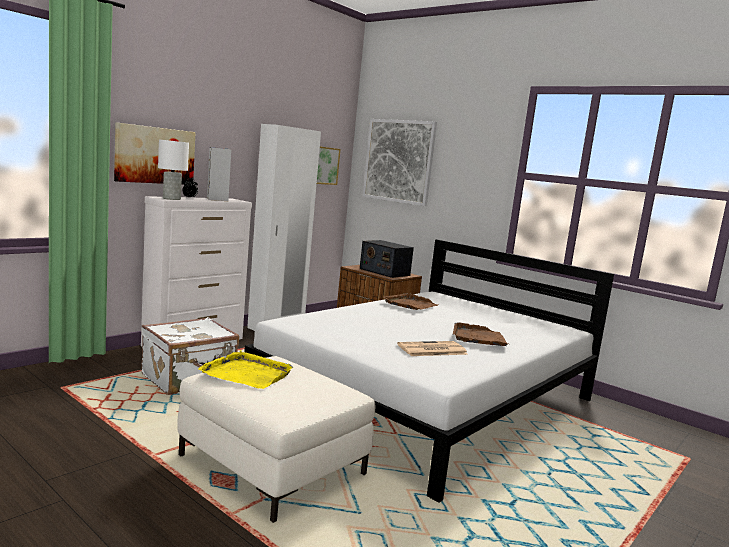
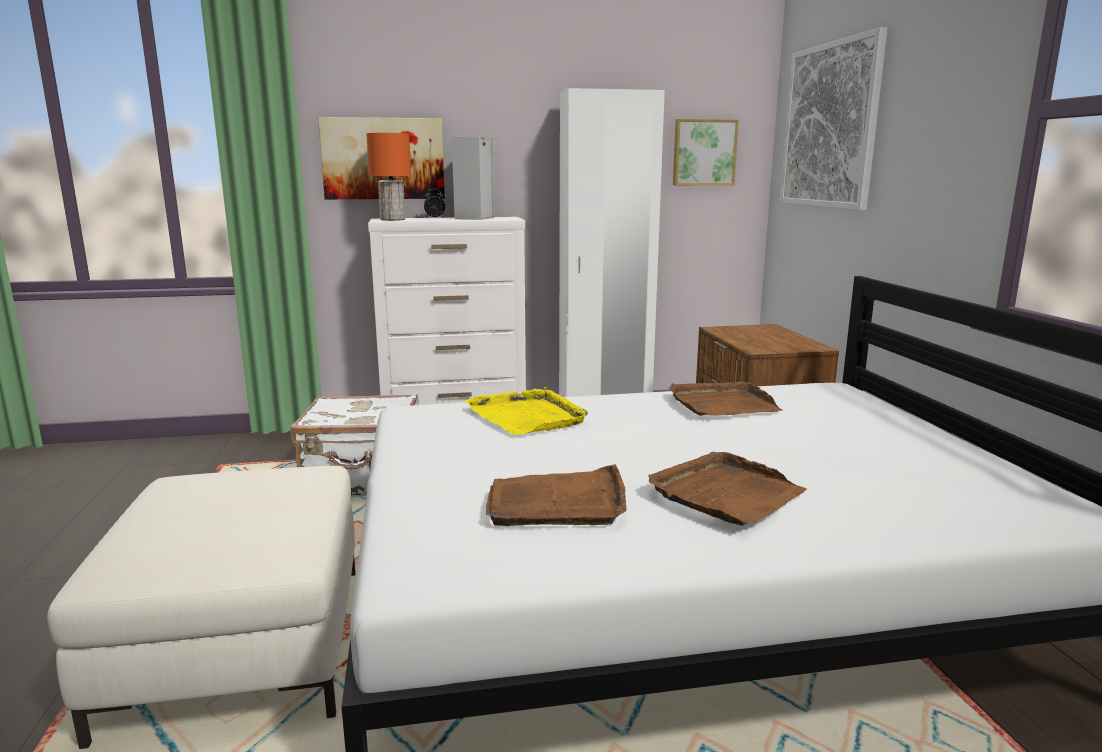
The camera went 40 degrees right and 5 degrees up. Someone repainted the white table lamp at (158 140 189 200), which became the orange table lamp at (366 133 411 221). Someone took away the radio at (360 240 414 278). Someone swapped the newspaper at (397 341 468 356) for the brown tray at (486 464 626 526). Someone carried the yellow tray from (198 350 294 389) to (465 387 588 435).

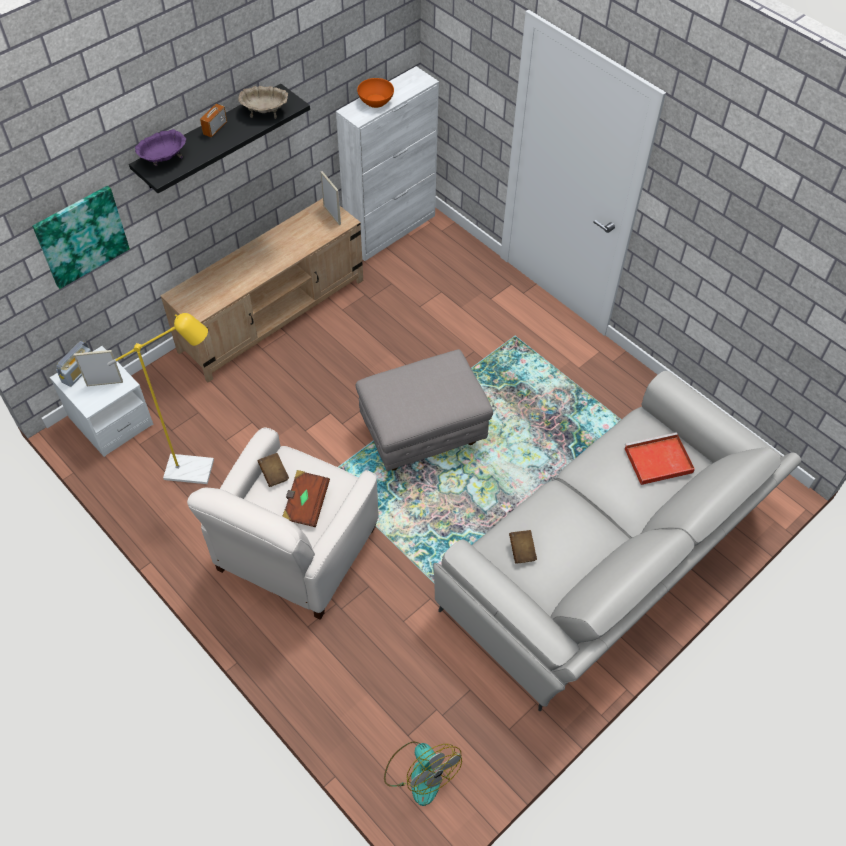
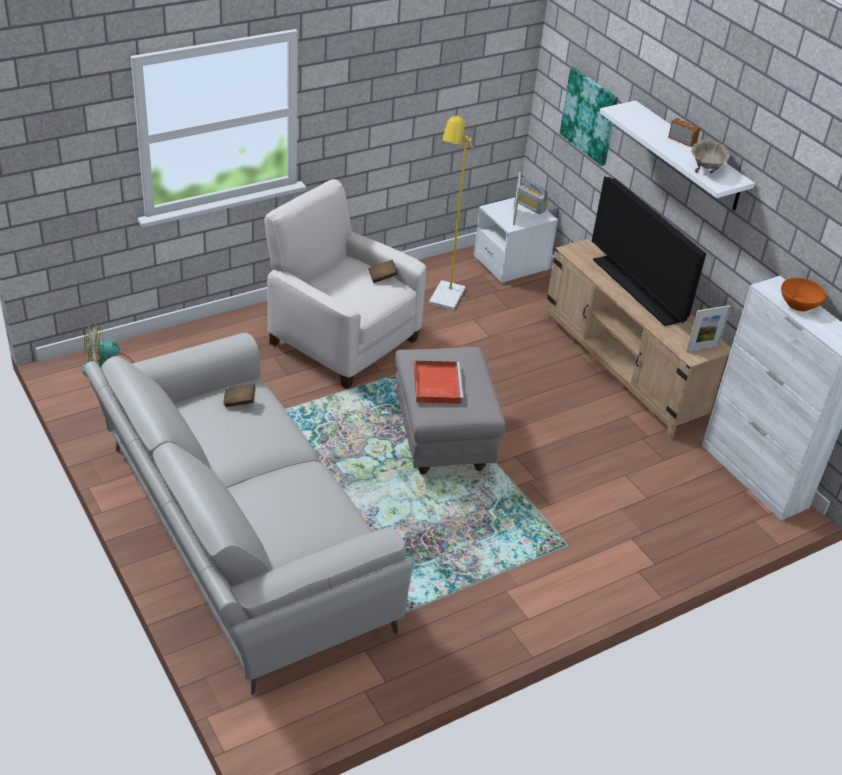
The camera went 100 degrees right and 15 degrees down. Someone repainted the black shelf at (129 84 310 193), which became the white shelf at (600 100 755 211). Someone took away the purple bowl at (135 129 186 166). Someone carried the red tray from (624 432 695 485) to (414 360 464 404). Someone took away the brown book at (282 470 330 527). Someone put down the television at (592 176 706 326).

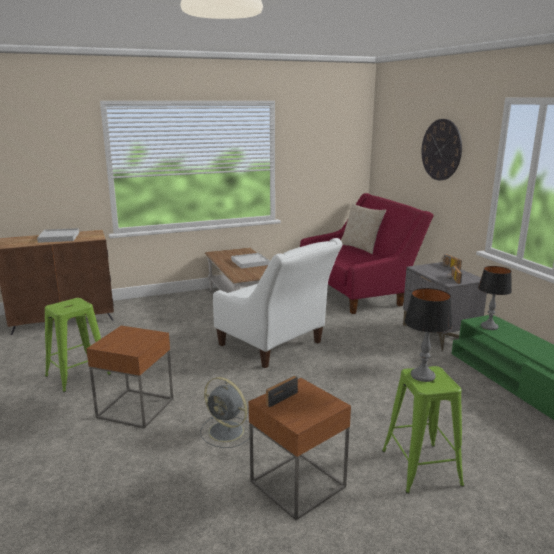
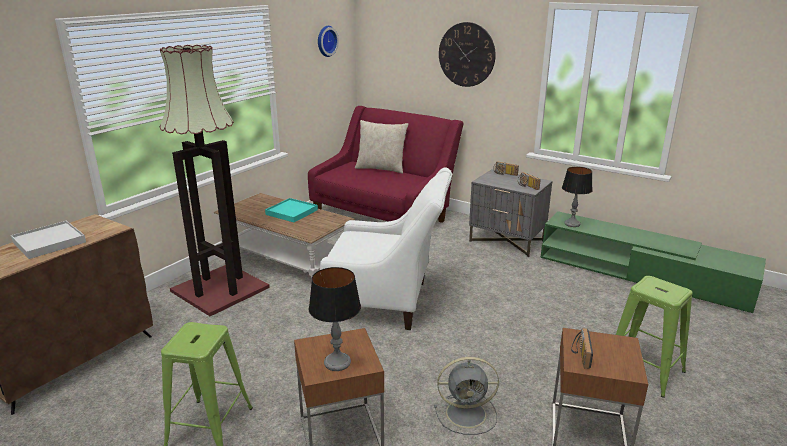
The camera went 35 degrees left and 5 degrees up. Someone repainted the white tray at (231 253 270 269), which became the turquoise tray at (265 198 318 222). Someone carried the table lamp from (405 288 452 382) to (309 267 361 371). Someone put up the wall clock at (318 26 339 57). Someone put down the floor lamp at (159 45 270 316).

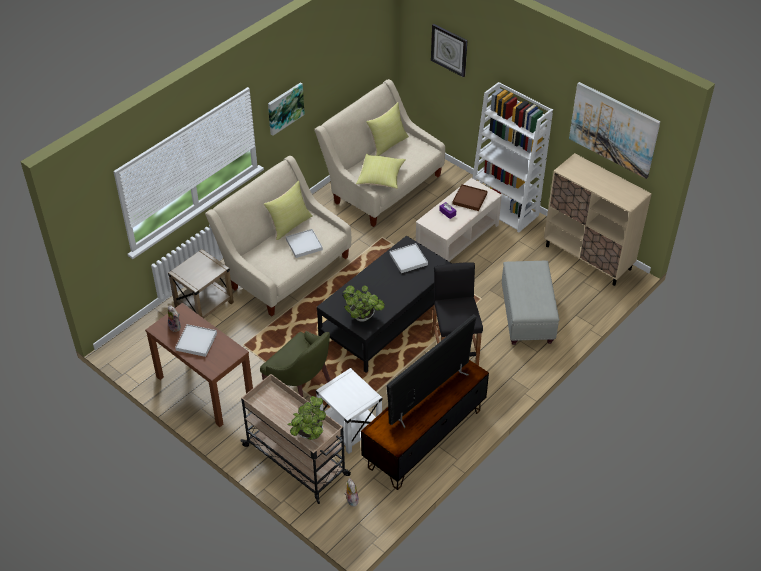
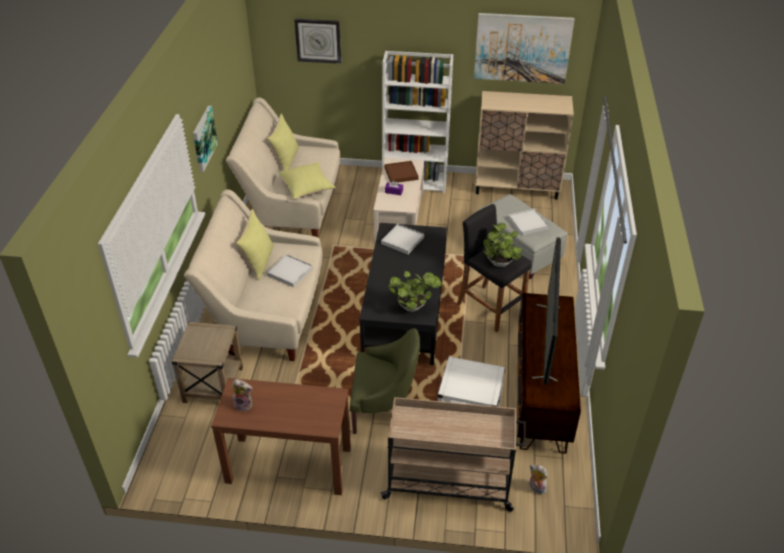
The camera went 35 degrees left and 5 degrees down. Someone carried the white tray from (175 324 217 357) to (508 208 549 236). Someone carried the potted plant from (287 396 326 440) to (483 223 522 267).

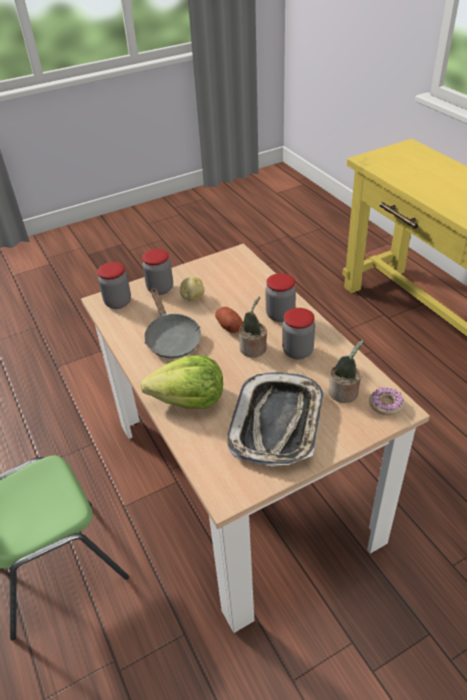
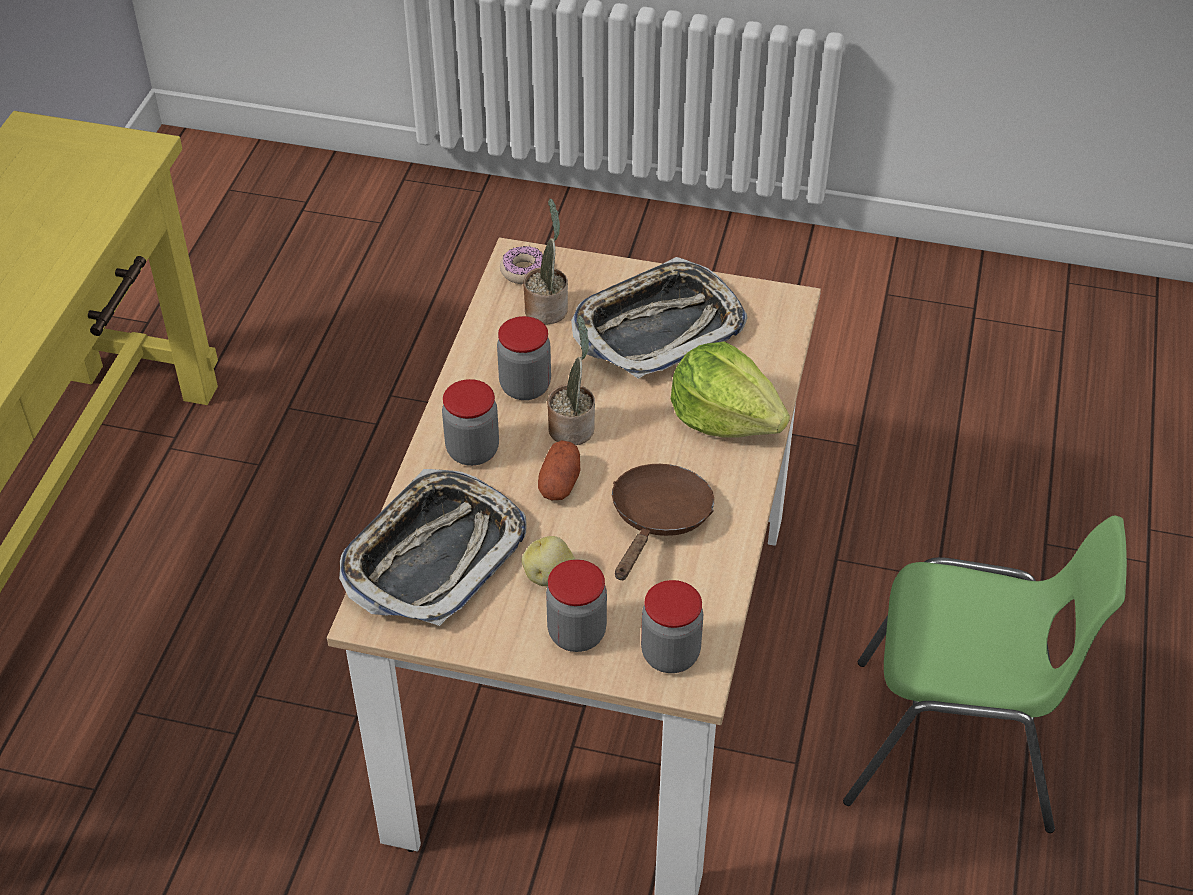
The camera went 140 degrees left and 5 degrees up. Someone repainted the grey frying pan at (144 288 201 359), which became the brown frying pan at (612 464 714 580). Someone put down the tray at (339 469 527 626).

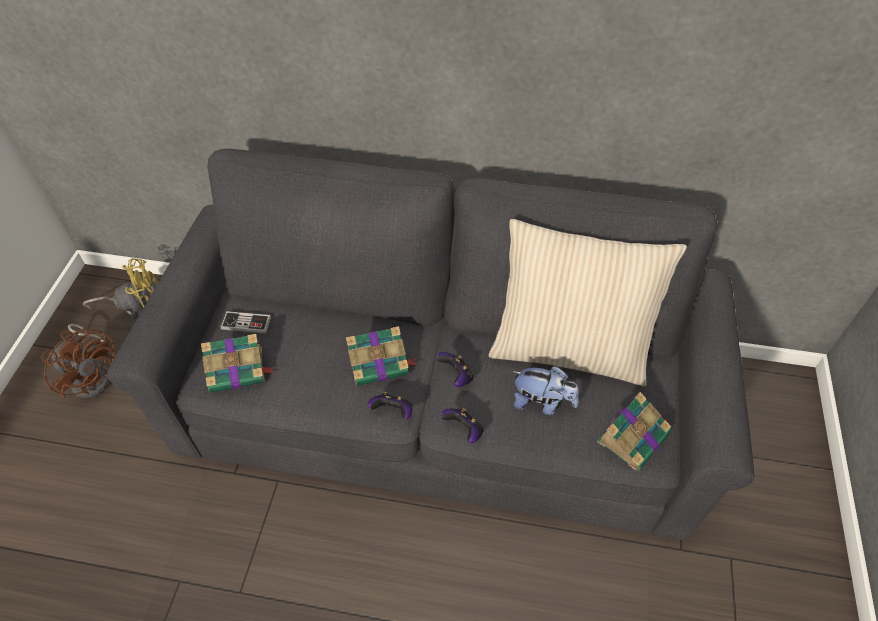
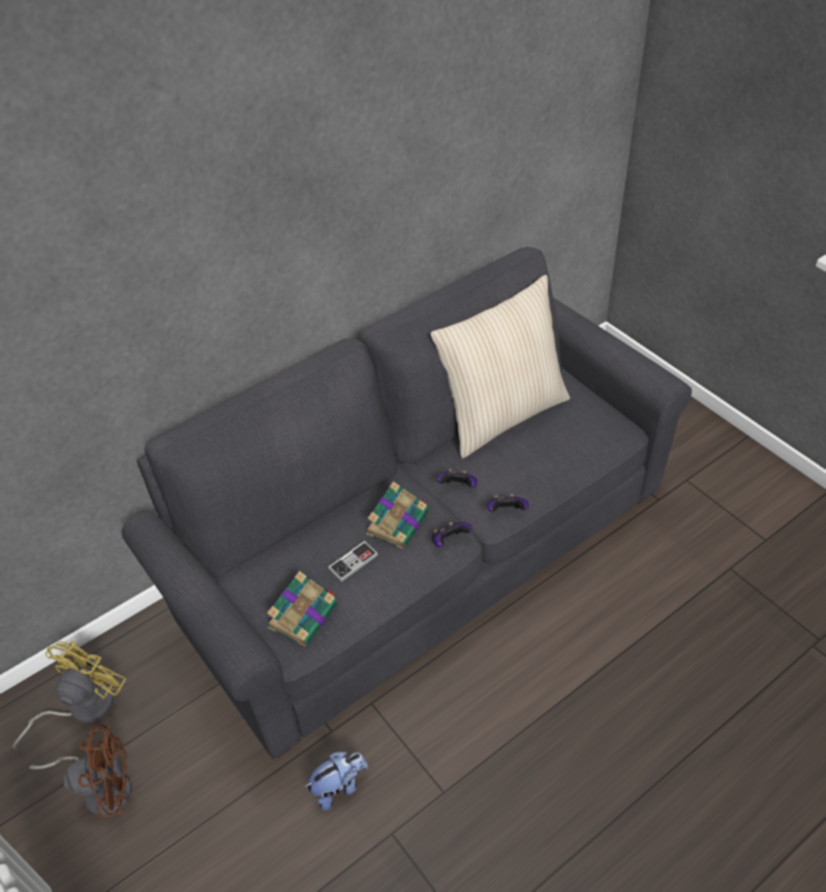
The camera went 45 degrees left and 5 degrees down. Someone carried the game controller from (221 311 271 333) to (328 541 378 582). Someone carried the plush toy from (512 366 579 415) to (304 751 368 811). Someone took away the book at (597 392 672 470).

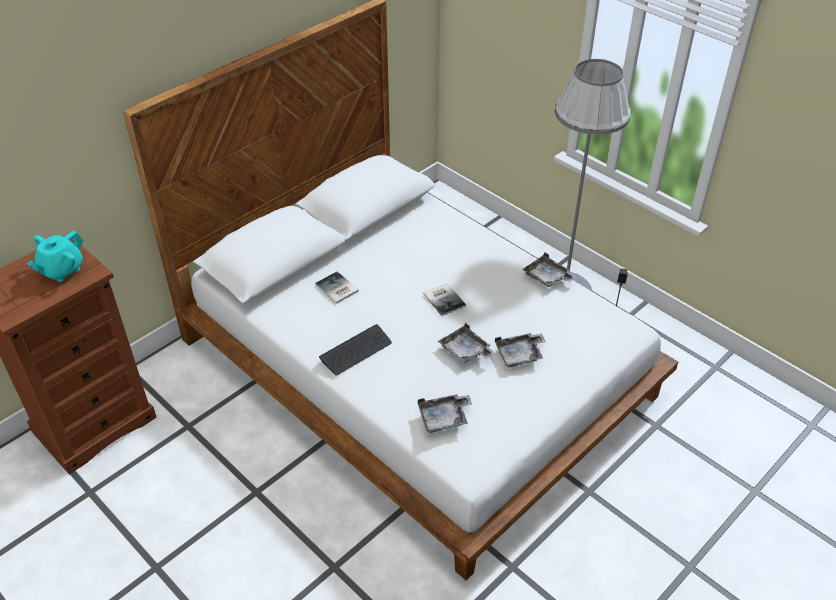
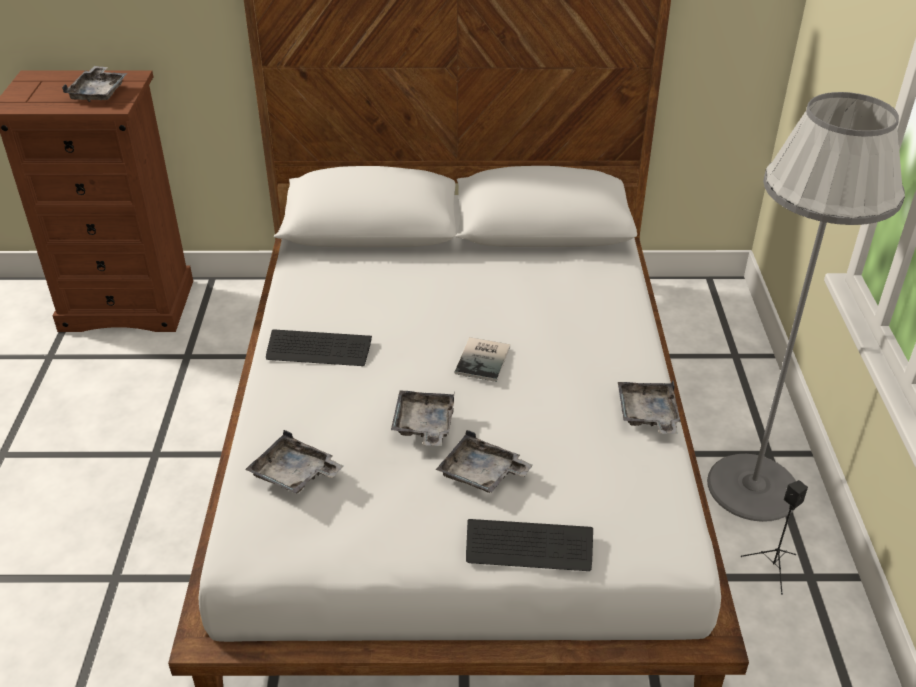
The camera went 45 degrees right and 5 degrees down. Someone swapped the turquoise teapot at (27 230 84 282) for the grey tray at (62 66 128 102). Someone took away the book at (315 271 359 304). Someone put down the keyboard at (466 519 593 571).

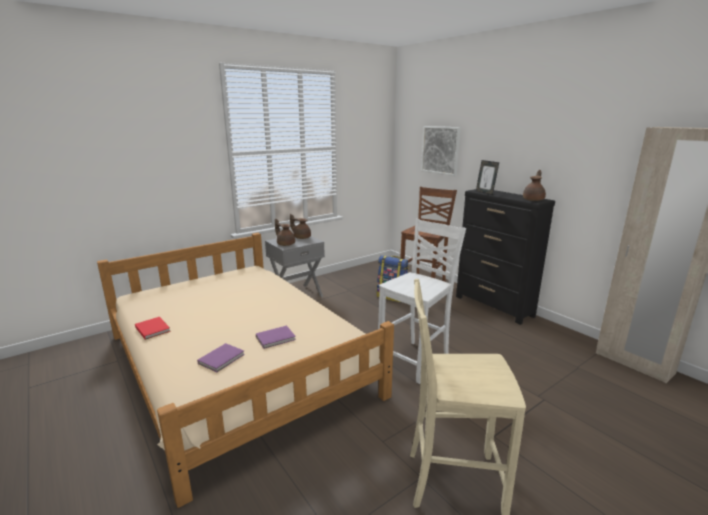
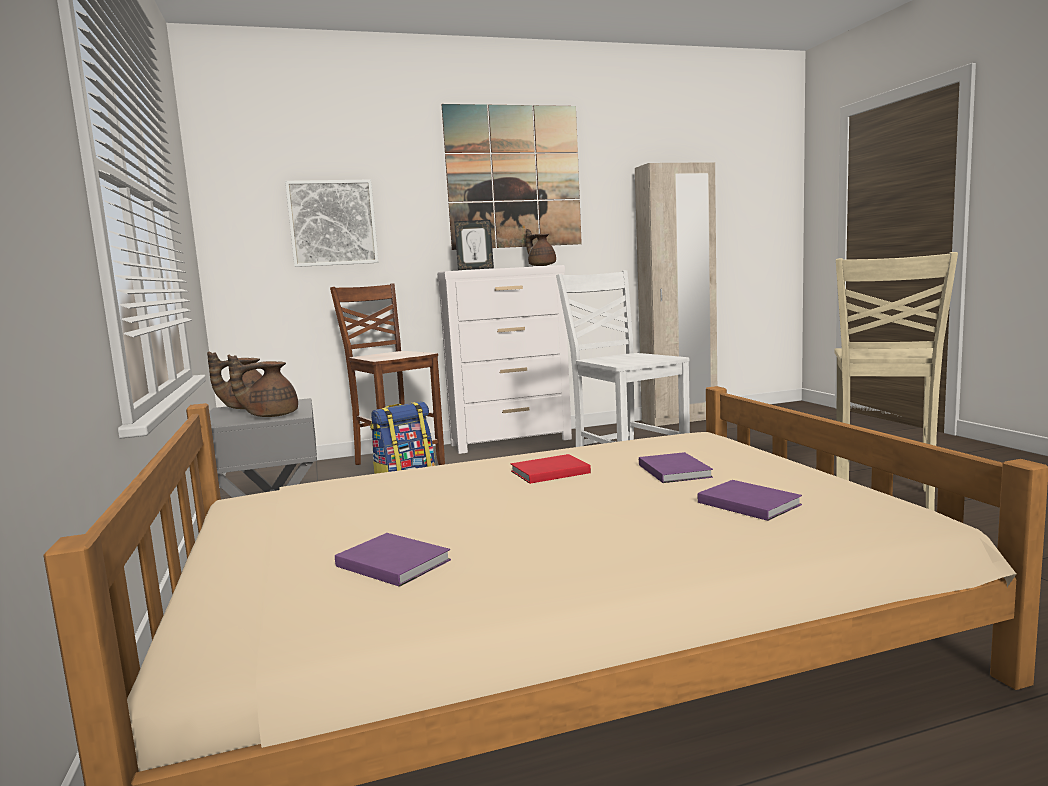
The camera went 70 degrees left and 10 degrees down. Someone repainted the black dresser at (456 189 555 325), which became the white dresser at (437 265 572 454). Someone carried the red book from (135 317 171 340) to (511 454 591 484). Someone put up the picture at (441 104 582 250). Someone put down the purple book at (335 533 451 587).

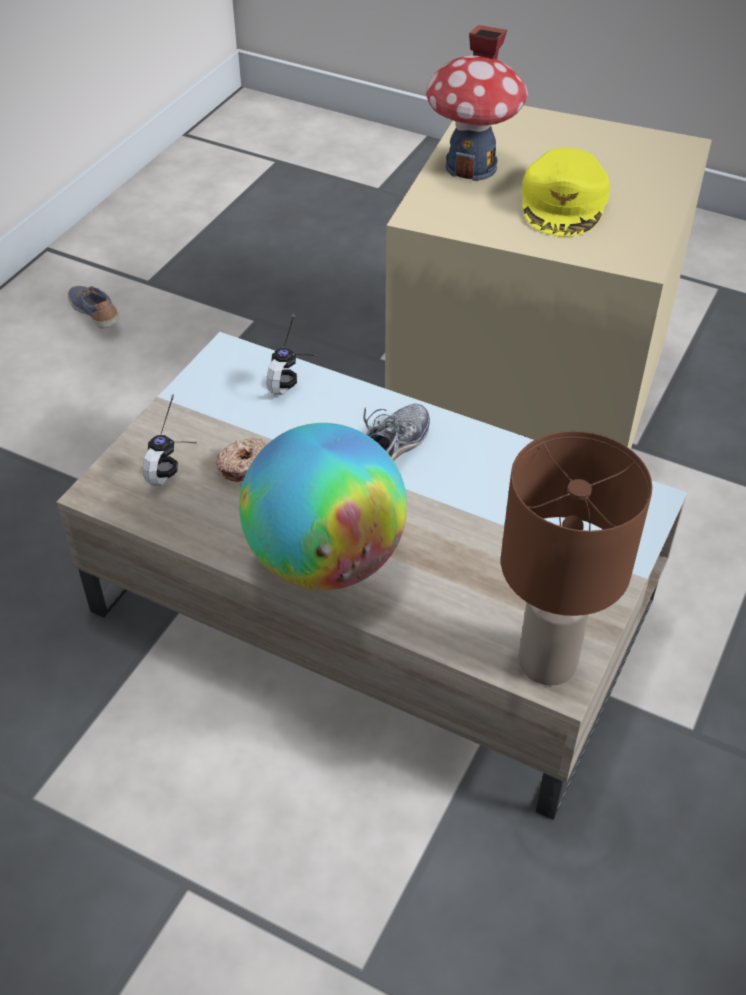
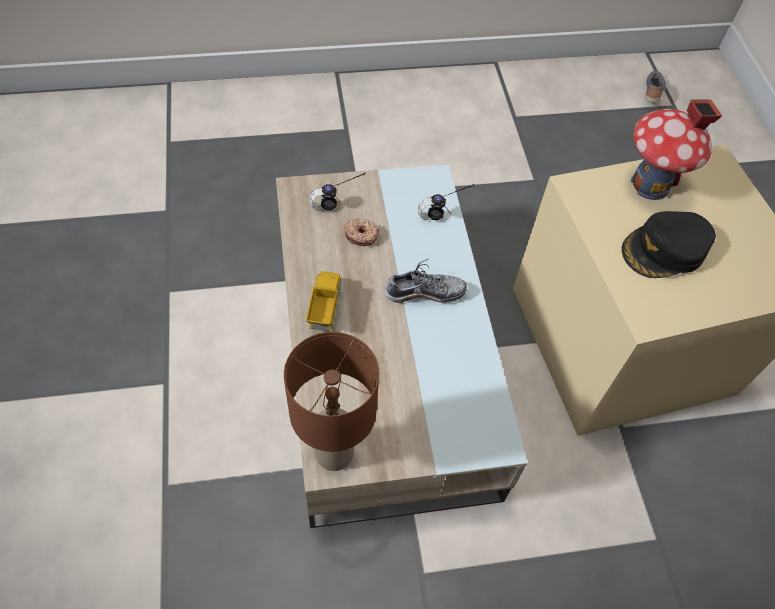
The camera went 50 degrees right and 10 degrees up. Someone repainted the yellow cap at (522 148 610 237), which became the black cap at (622 211 716 278). Someone carried the shoe from (67 286 120 329) to (645 71 666 102). Someone swapped the globe at (239 423 407 590) for the toy truck at (306 271 341 332).

